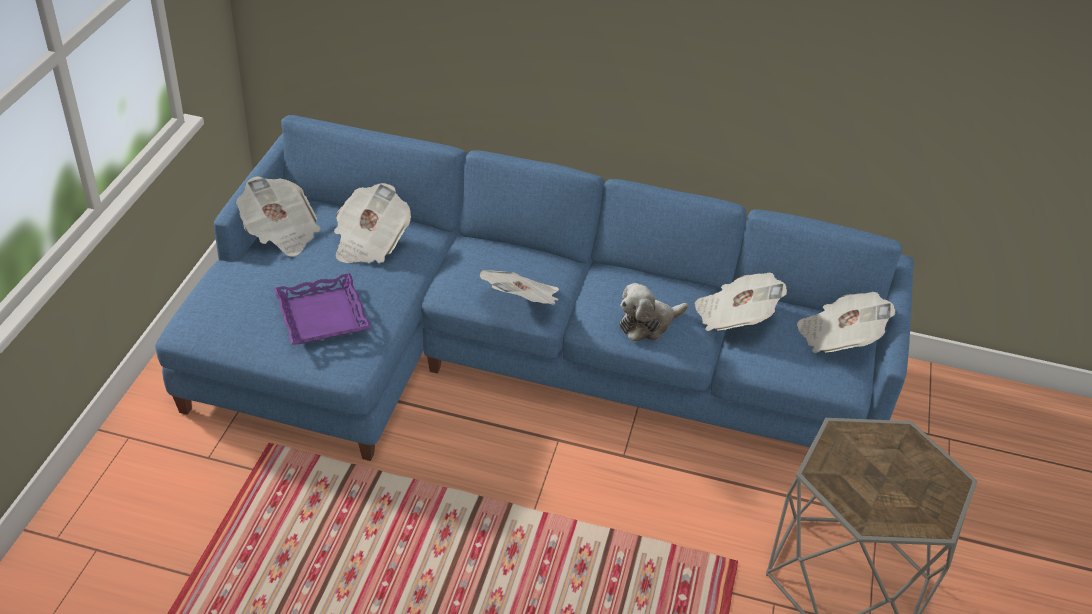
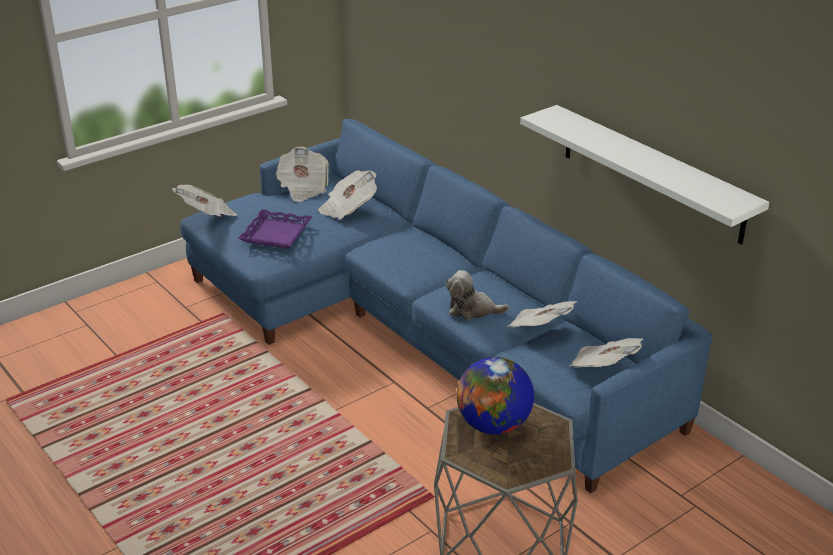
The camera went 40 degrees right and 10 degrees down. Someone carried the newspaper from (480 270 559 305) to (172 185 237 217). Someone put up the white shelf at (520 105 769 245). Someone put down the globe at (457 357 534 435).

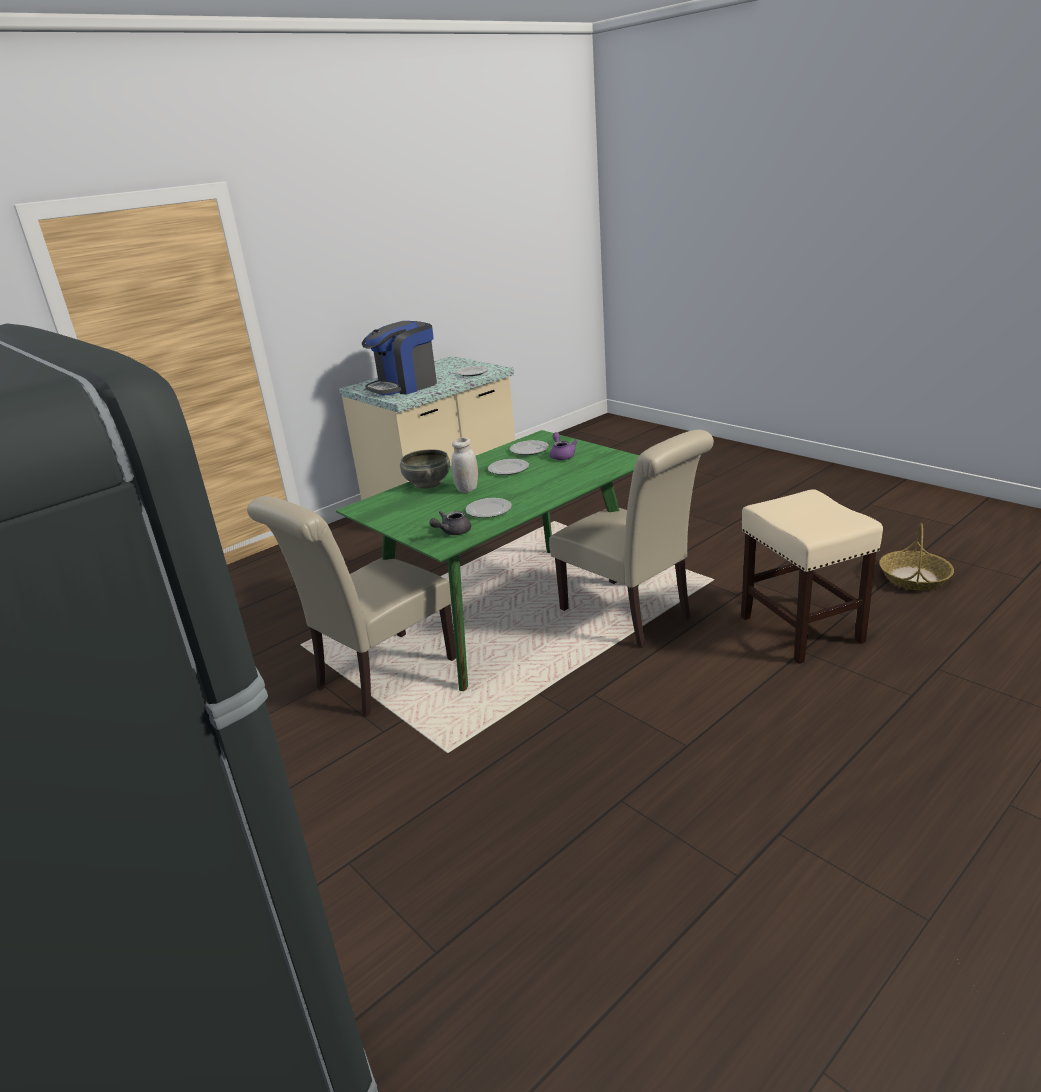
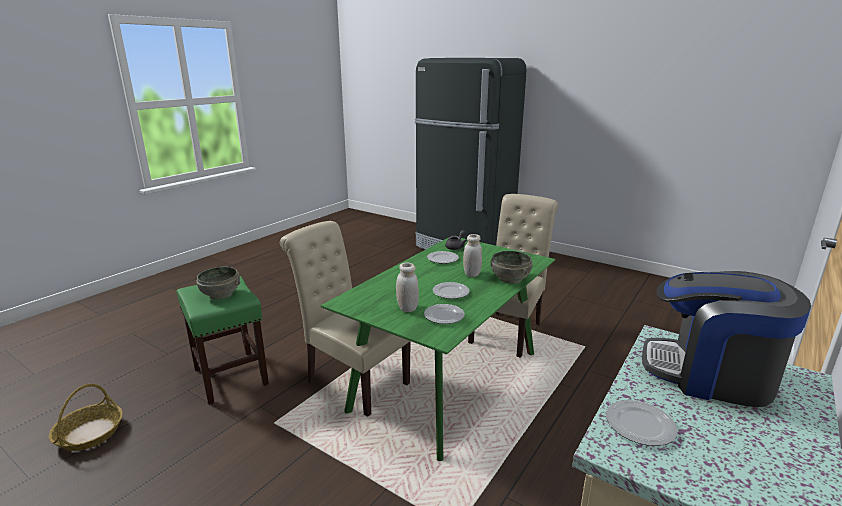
The camera went 165 degrees right and 5 degrees down. Someone rotated the coffee machine at (362 321 437 396) by 105 degrees counterclockwise. Someone swapped the purple teapot at (550 432 578 460) for the white jar at (396 263 419 312). Someone repainted the beige stool at (741 489 883 664), which became the green stool at (176 276 269 405). Someone put down the grey bowl at (196 267 240 300).

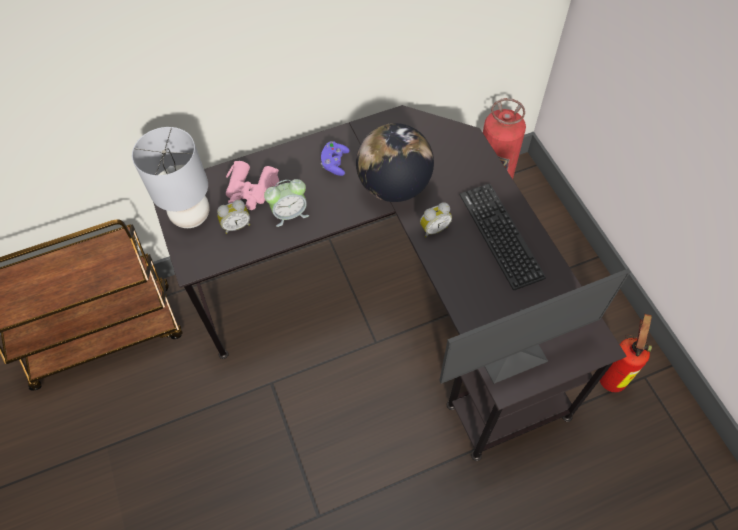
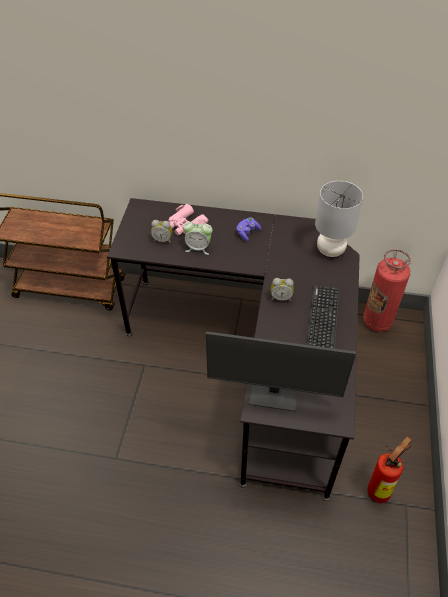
The camera went 30 degrees right and 10 degrees down. Someone took away the globe at (356 123 434 202). Someone carried the grey table lamp from (132 127 210 228) to (315 181 363 257).

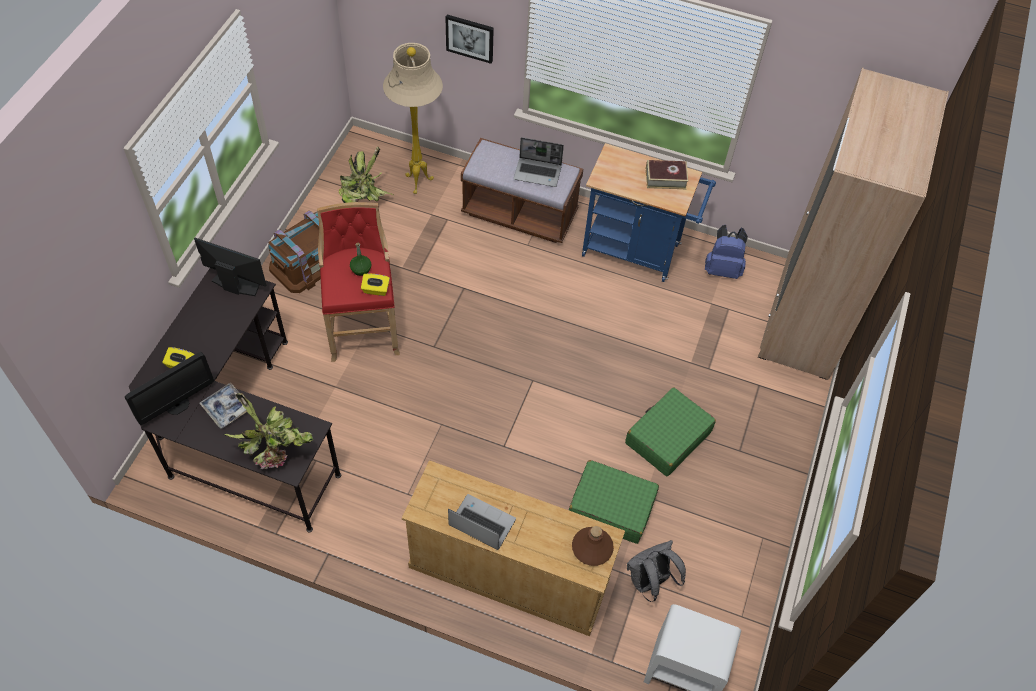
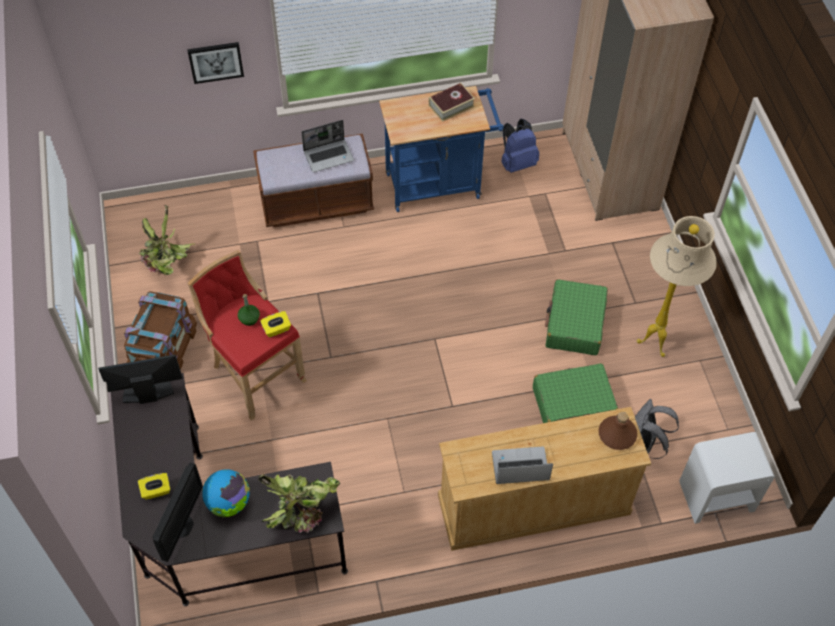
The camera went 30 degrees left and 0 degrees up. Someone carried the beige floor lamp from (383 43 443 194) to (637 216 717 357). Someone swapped the tray at (199 383 247 429) for the globe at (202 469 250 517).

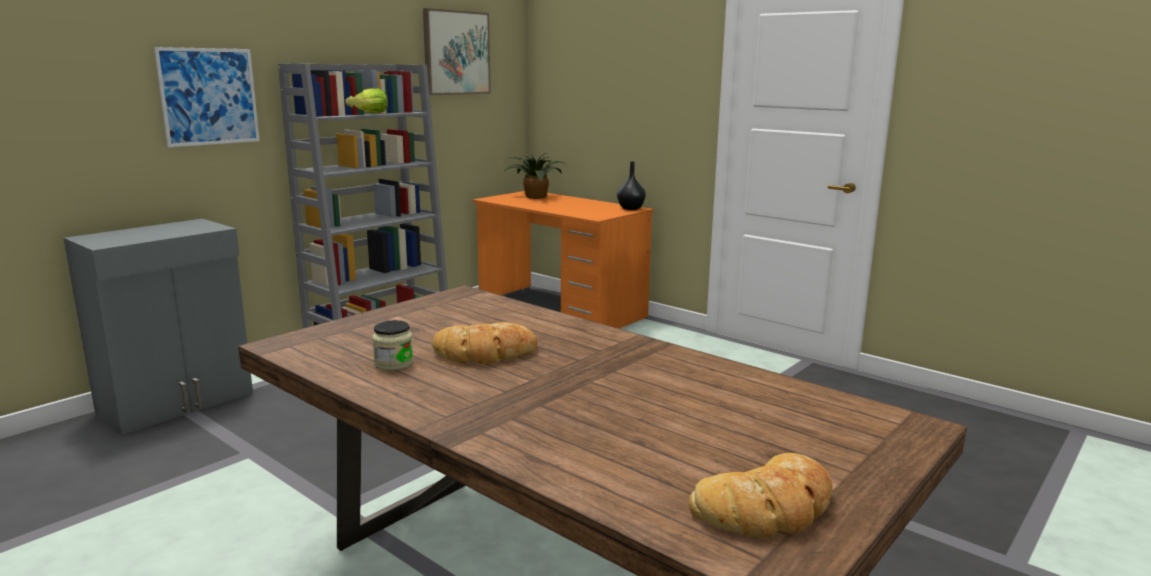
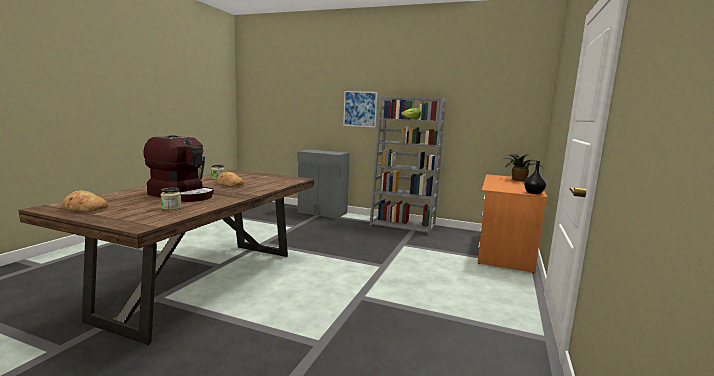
The camera went 70 degrees right and 5 degrees down. Someone took away the picture at (423 8 491 95). Someone put down the coffee machine at (143 135 214 202). Someone put down the jar at (160 188 181 210).

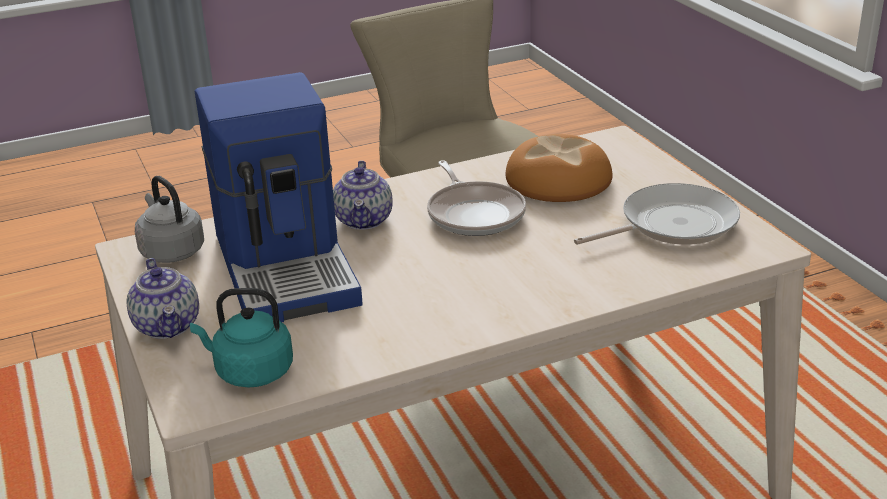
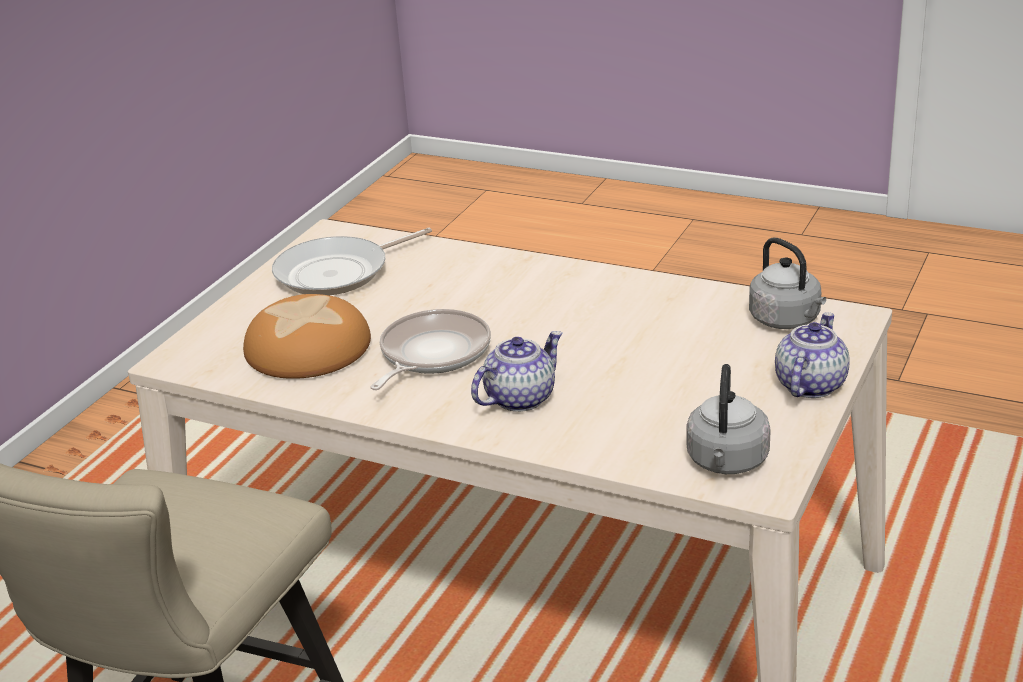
The camera went 130 degrees left and 0 degrees up. Someone took away the coffee machine at (195 72 363 322). Someone rotated the frying pan at (574 183 740 245) by 60 degrees counterclockwise. Someone repainted the turquoise kettle at (190 288 293 388), which became the grey kettle at (749 237 826 329).

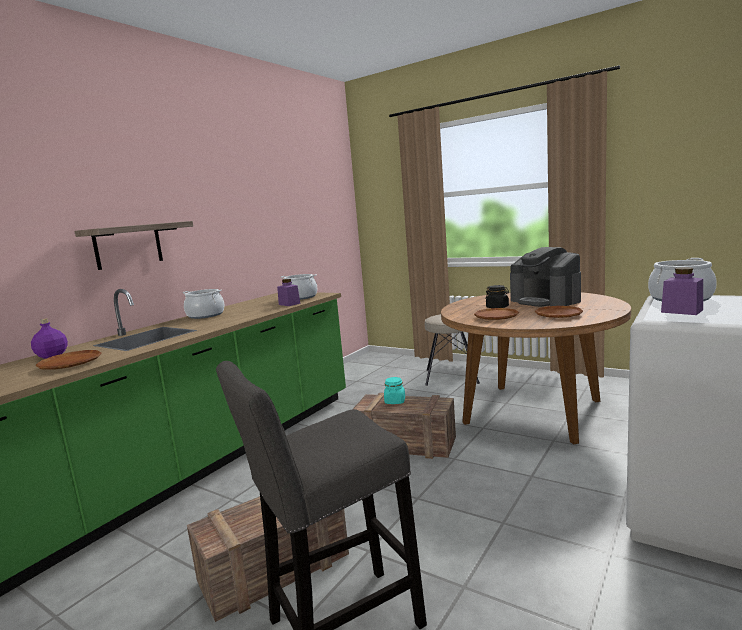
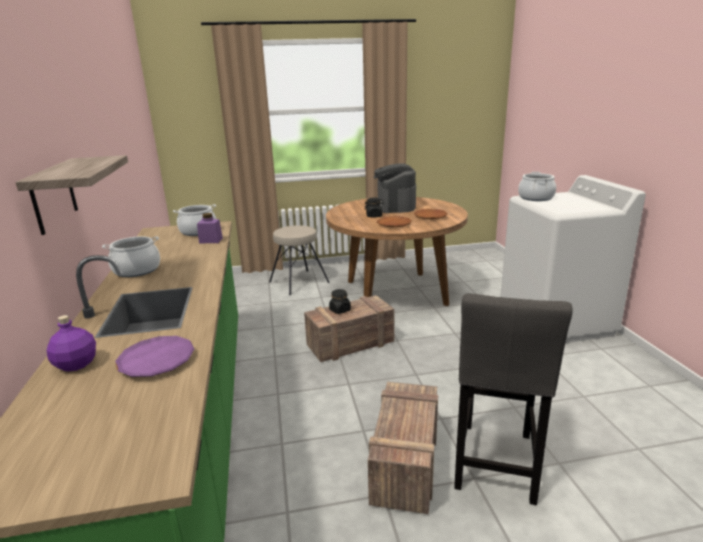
The camera went 45 degrees left and 10 degrees up. Someone rotated the coffee machine at (510 247 581 307) by 75 degrees clockwise. Someone took away the purple jar at (661 267 703 315). Someone repainted the brown plate at (36 350 102 370), which became the purple plate at (115 336 194 377). Someone repainted the turquoise jar at (384 377 405 404), which became the black jar at (329 289 351 314).

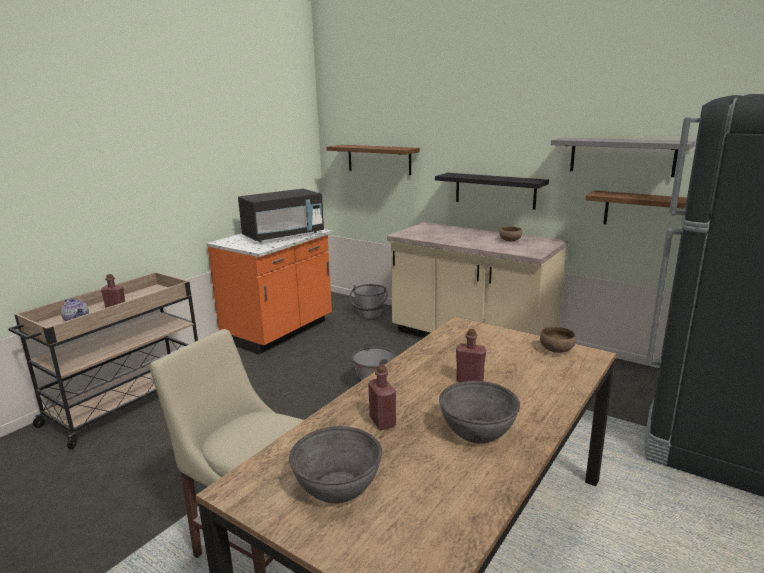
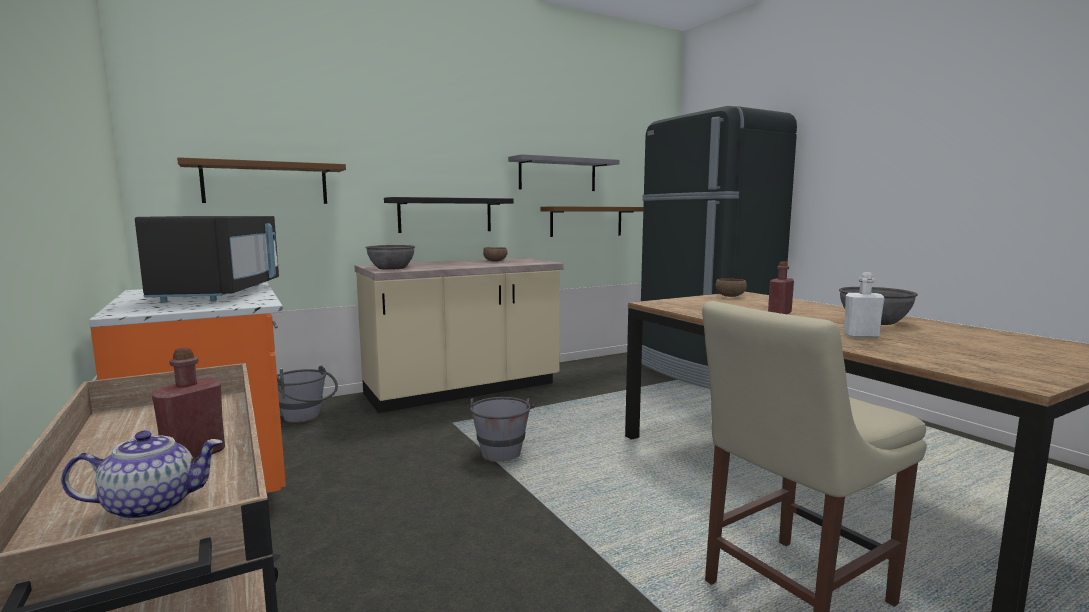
The camera went 65 degrees left and 10 degrees down. Someone repainted the red bottle at (368 364 396 430), which became the white bottle at (843 272 885 338). Someone carried the grey bowl from (289 426 382 503) to (366 245 415 270).

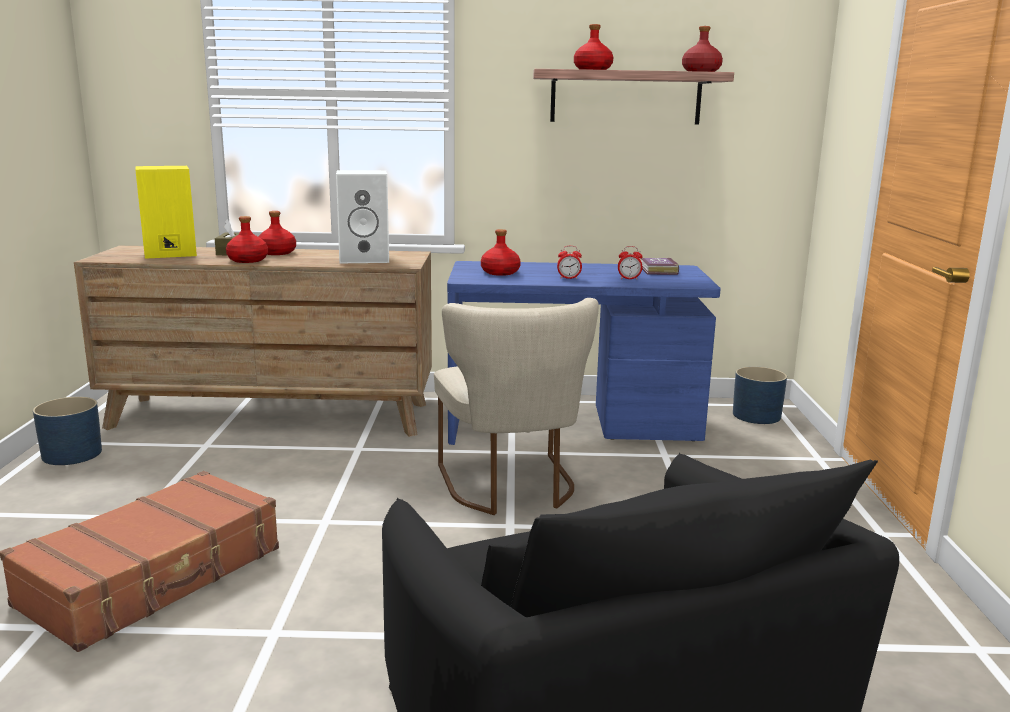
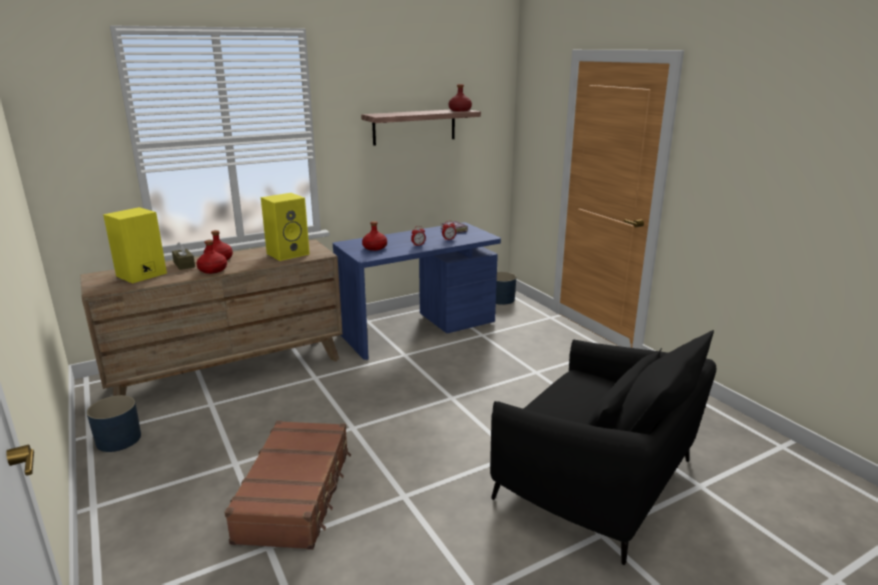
The camera went 30 degrees left and 5 degrees up. Someone took away the red bottle at (574 24 613 70). Someone repainted the white speaker at (336 170 389 263), which became the yellow speaker at (261 193 310 261). Someone took away the beige chair at (434 298 599 515).

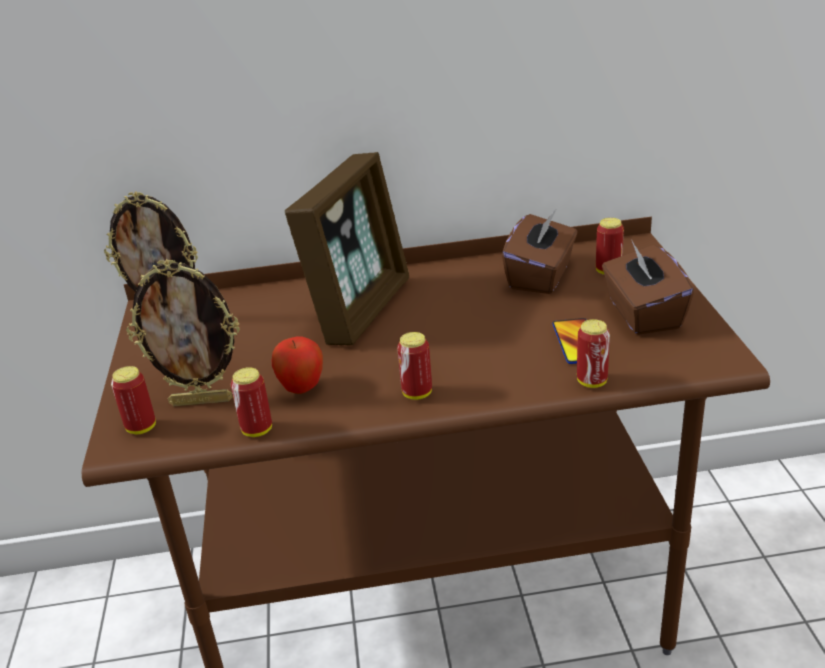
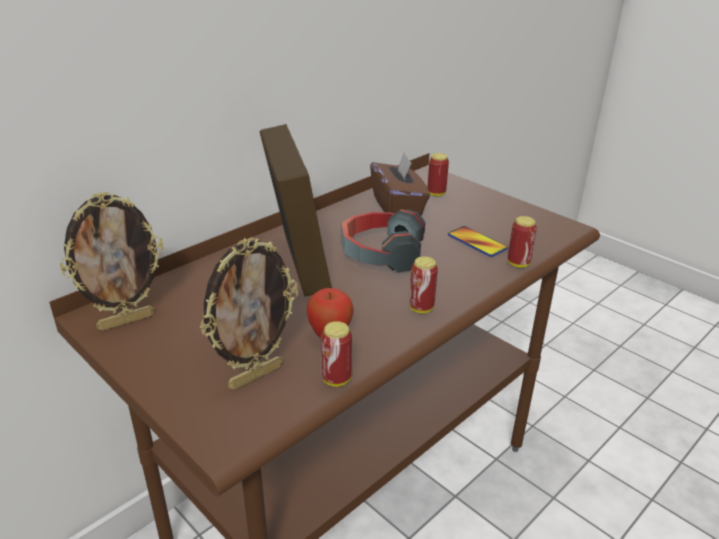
The camera went 40 degrees left and 0 degrees up. Someone took away the brown tissue box at (602 239 694 335). Someone took away the can at (111 366 156 434). Someone put down the headphones at (342 209 425 272).

